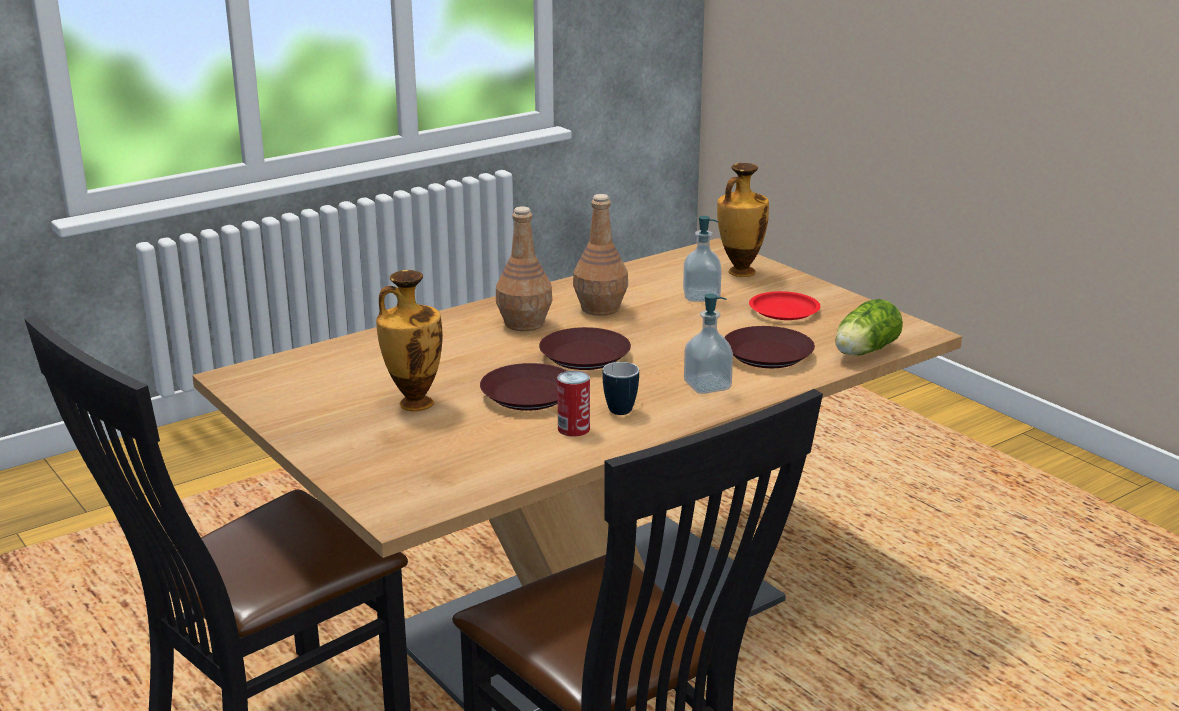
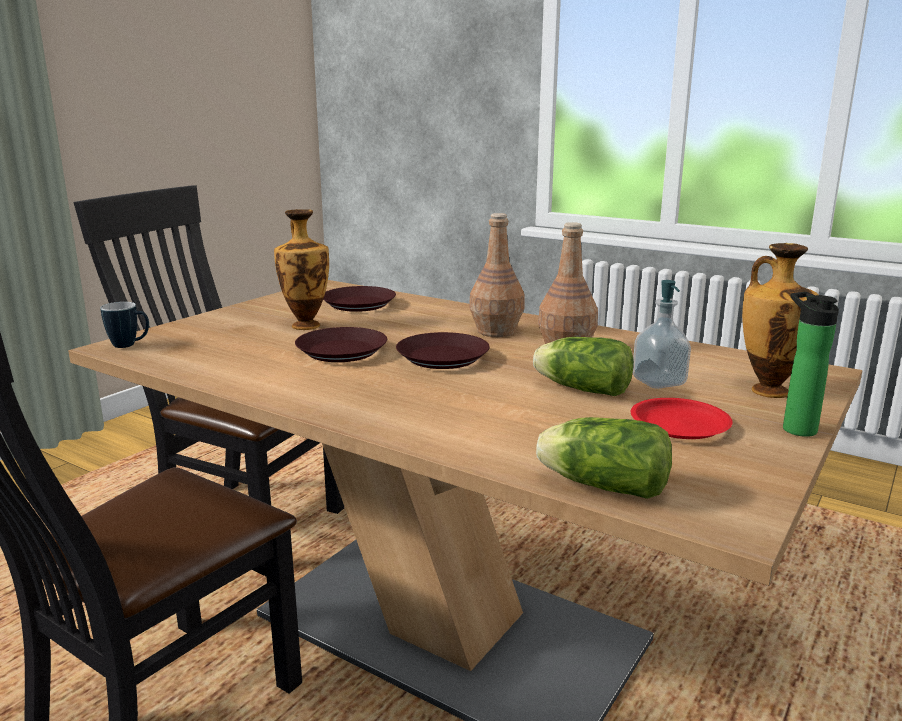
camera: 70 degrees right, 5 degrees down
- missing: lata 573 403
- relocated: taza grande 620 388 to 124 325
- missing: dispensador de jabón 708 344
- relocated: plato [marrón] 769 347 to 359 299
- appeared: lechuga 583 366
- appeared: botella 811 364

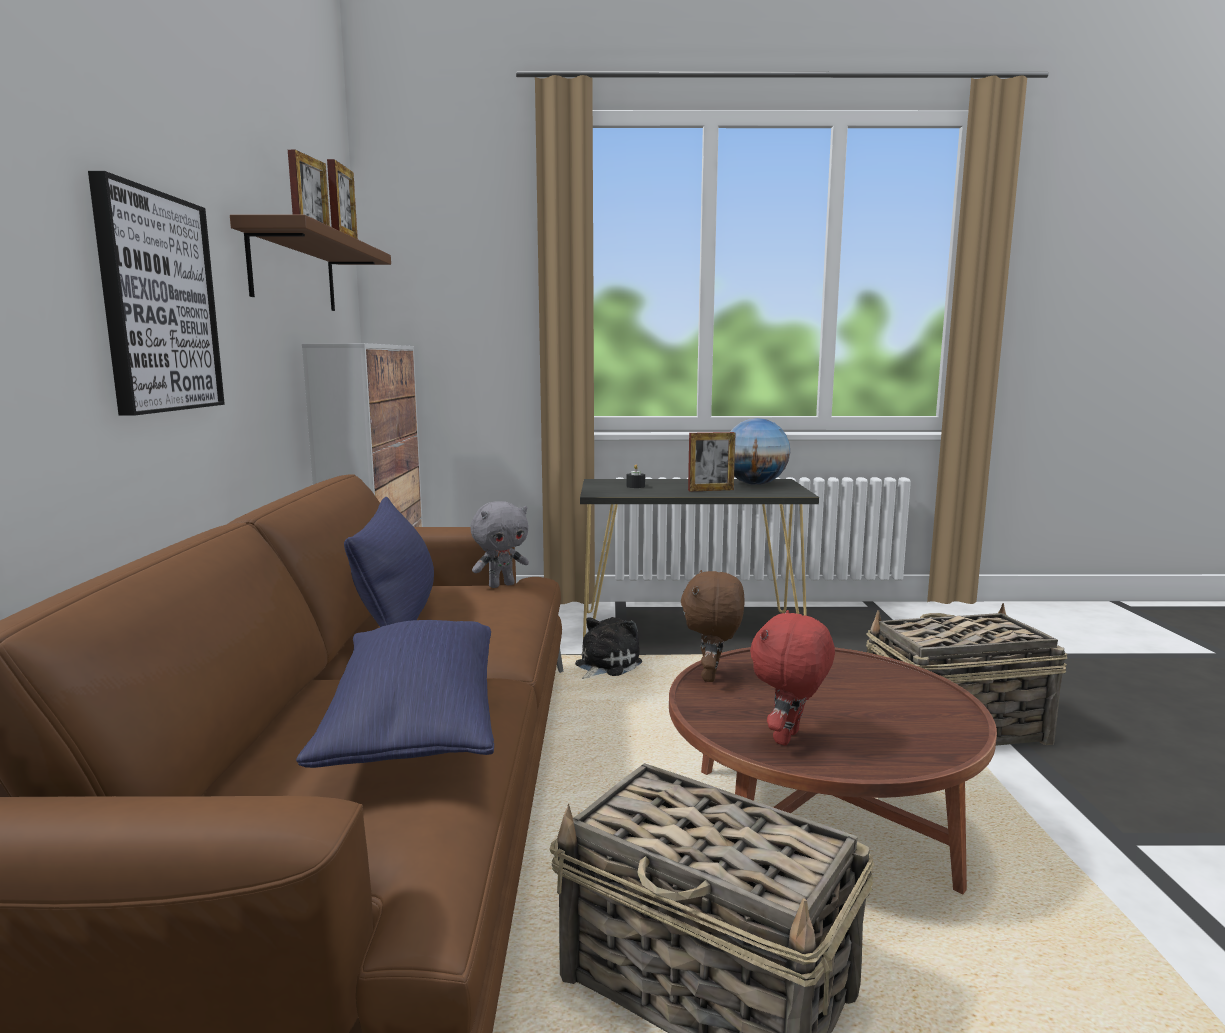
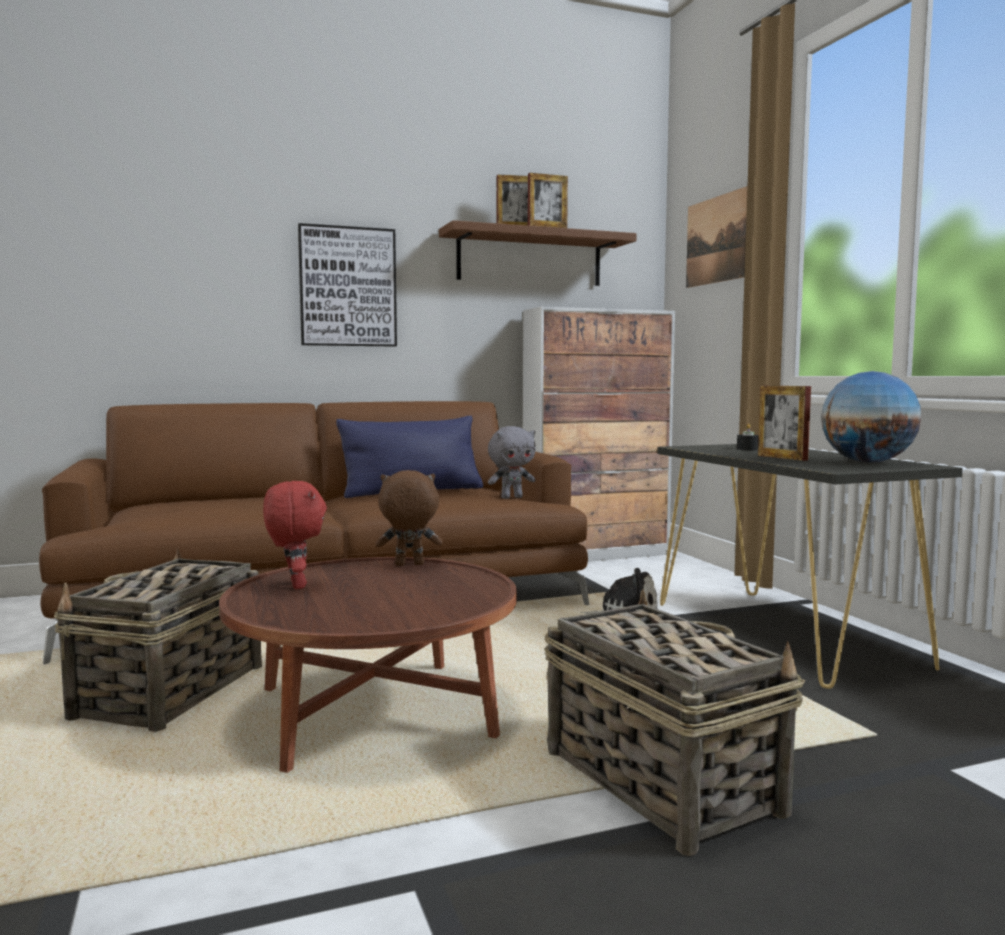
camera: 70 degrees right, 5 degrees down
- missing: cojín [azul] 395 694
- spun: peluche [gris] 500 544 = 512 462 60 degrees counterclockwise
- spun: peluche [rojo] 792 678 = 295 535 60 degrees clockwise
- appeared: cuadro 717 237

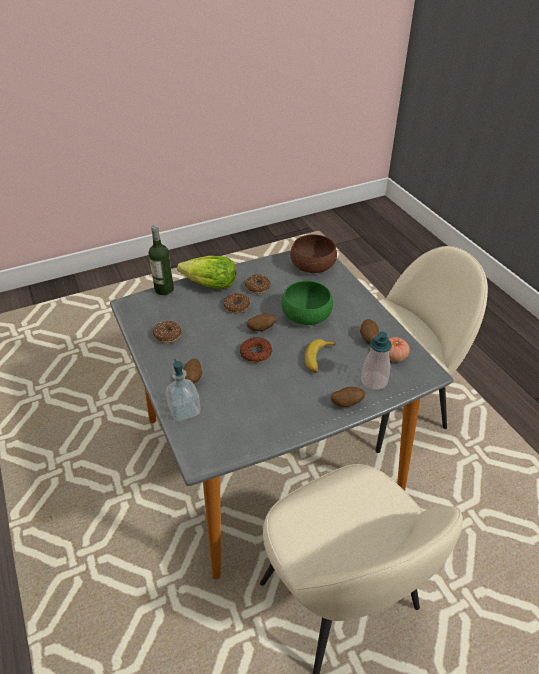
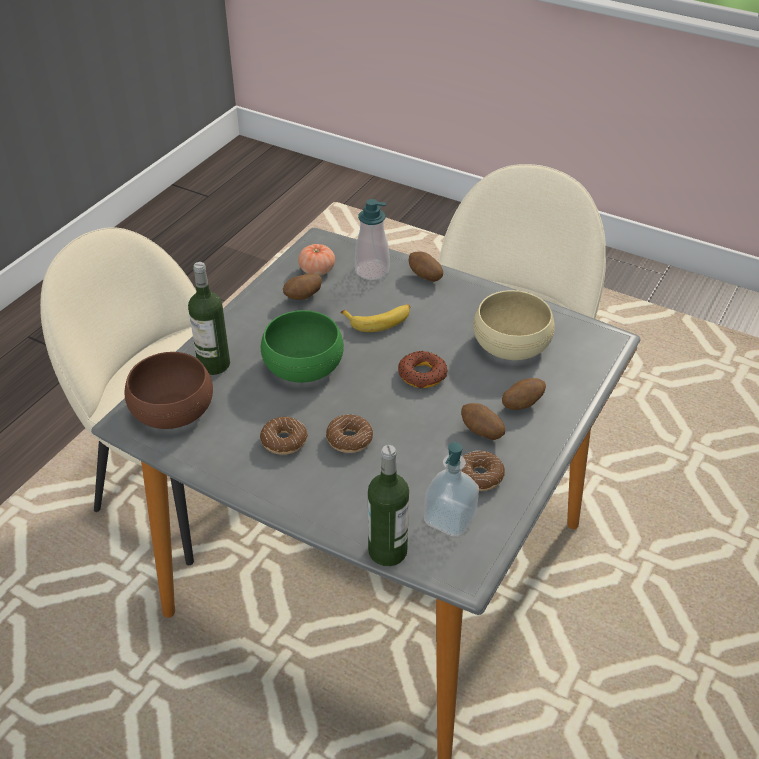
camera: 125 degrees left, 0 degrees up
- relocated: dispensador de jabón 183 390 to 451 489
- missing: lechuga 206 273
- relocated: patata 262 322 to 483 421
- appeared: botella 209 318
- appeared: cuenco [beis] 514 325

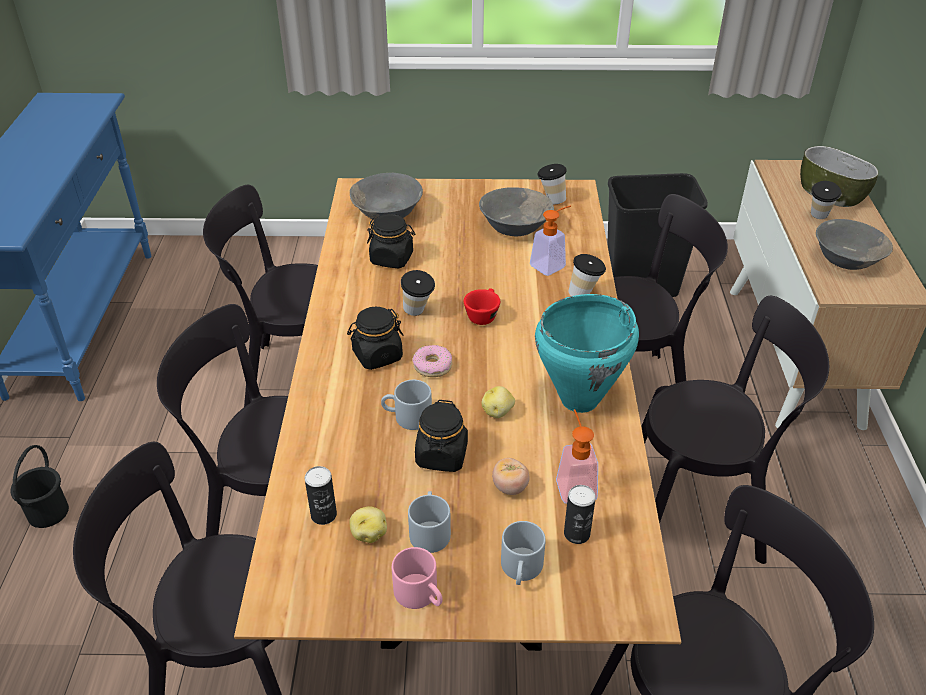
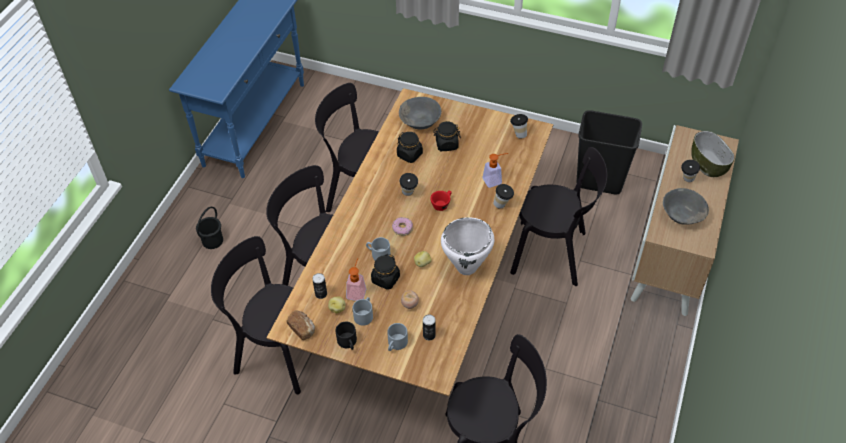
camera: 20 degrees right, 10 degrees up
- relocated: tarro [negro] 375 338 to 447 136
- colour: taza grande [rosa] 417 578 to taza grande [negro] 346 336
- missing: cuenco [gris] 516 211
- colour: olla [turquesa] 587 353 to olla [blanco] 467 246
- relocated: dispensador de jabón 577 456 to 356 279
- missing: silla [negro] 735 430
- appeared: pan 300 325

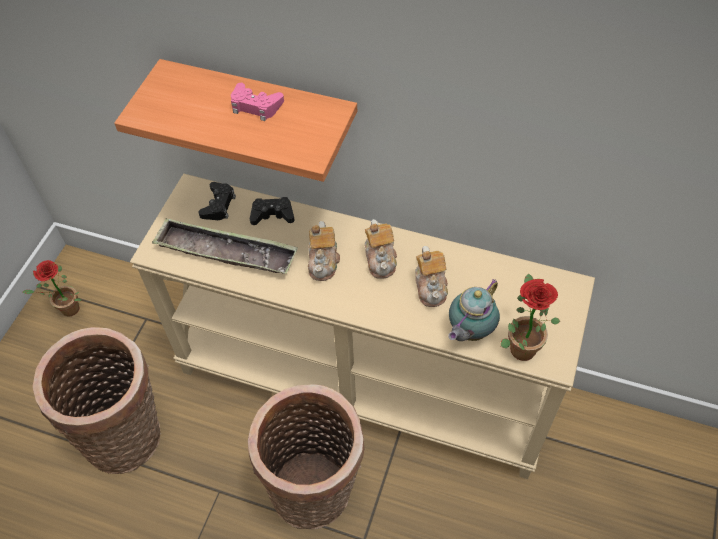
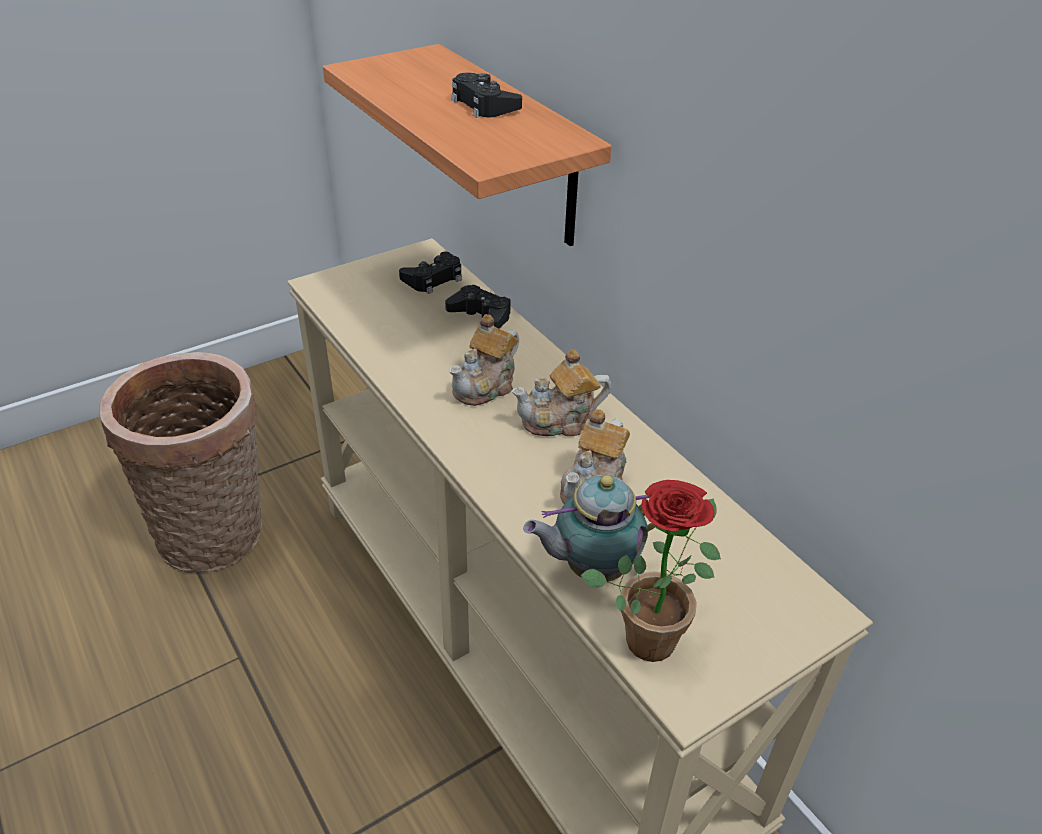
camera: 35 degrees right, 15 degrees down
- missing: planta en maceta 52 288
- missing: bandeja 225 246
- colour: mando de consola [rosa] 257 102 to mando de consola [negro] 487 95
- missing: cesta 306 456
- spun: tetera 381 249 = 561 392 45 degrees clockwise

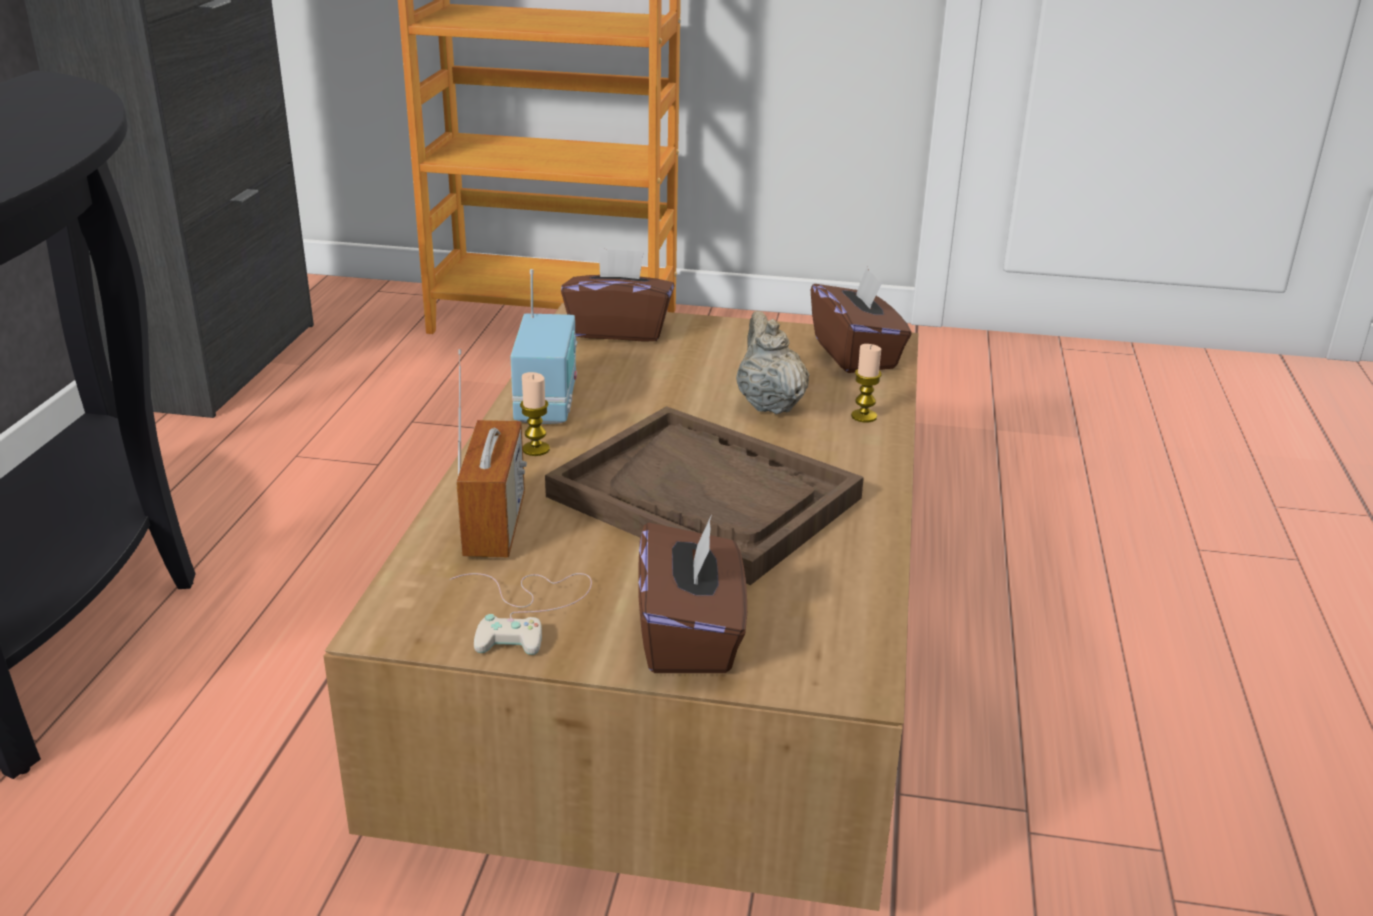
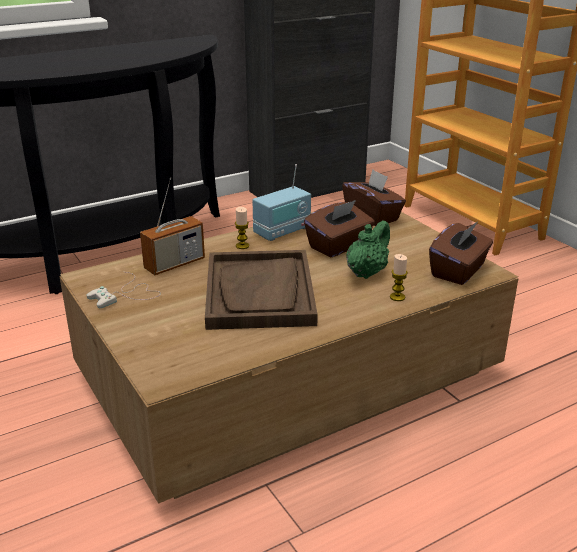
camera: 50 degrees right, 0 degrees up
- relocated: caja de pañuelos [marrón] 692 594 to 339 228
- colour: tetera [beis] 773 362 to tetera [verde] 368 249

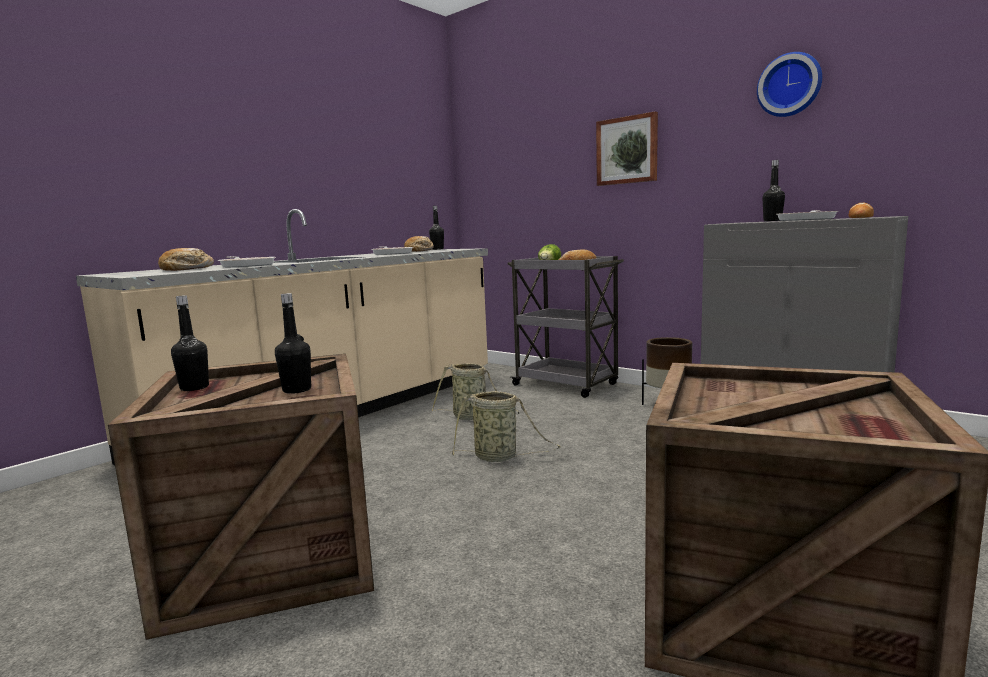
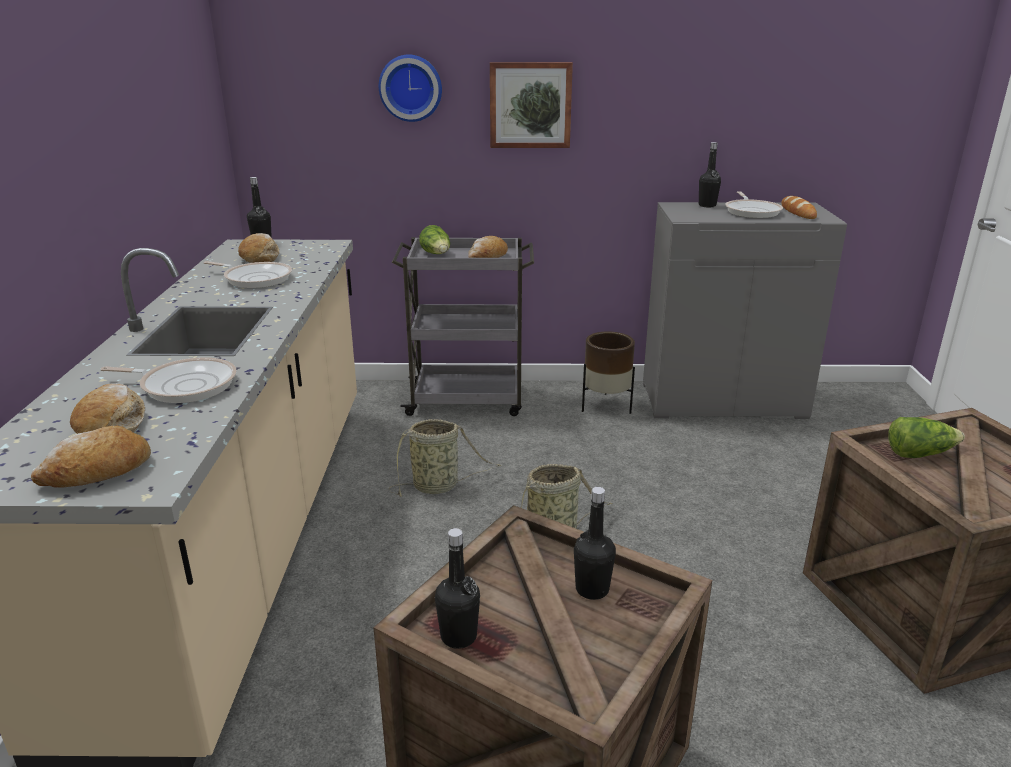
camera: 40 degrees left, 15 degrees up
- relocated: reloj de pared 789 84 to 410 88
- appeared: pan 91 456
- appeared: lechuga 926 437

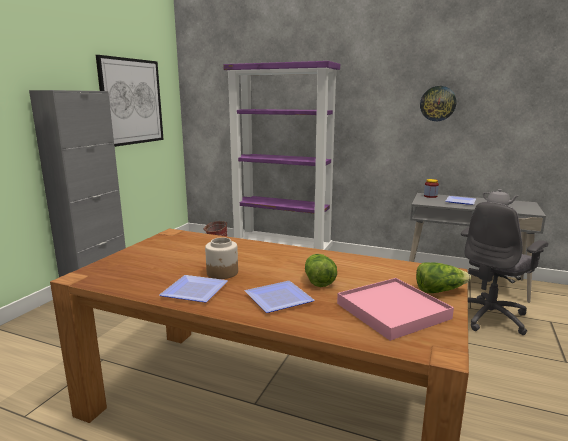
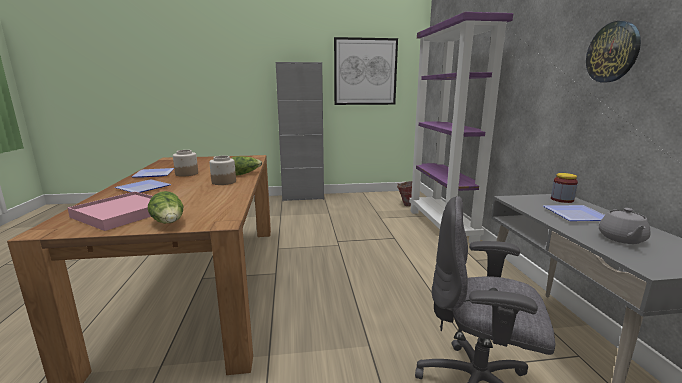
camera: 60 degrees right, 0 degrees up
- relocated: lechuga 321 270 to 246 165
- appeared: tarro 222 170

